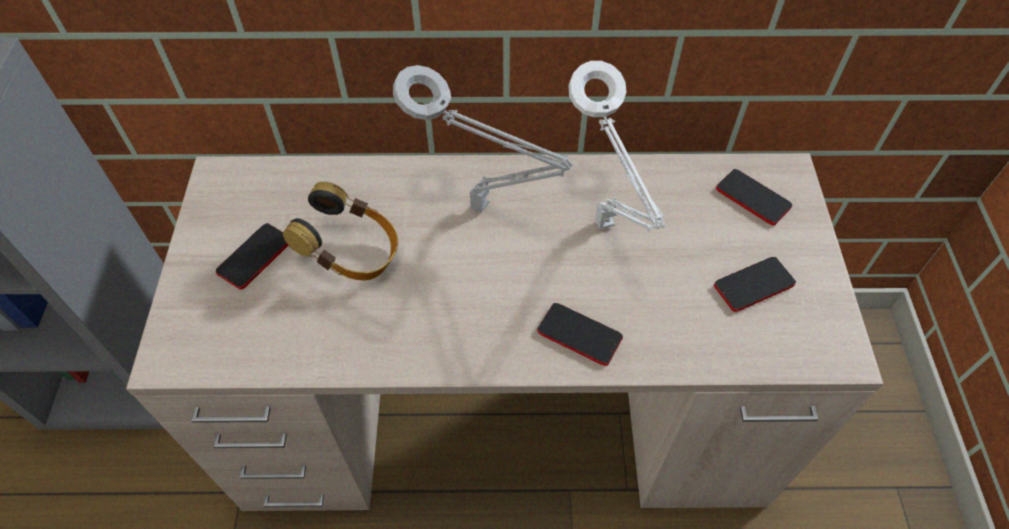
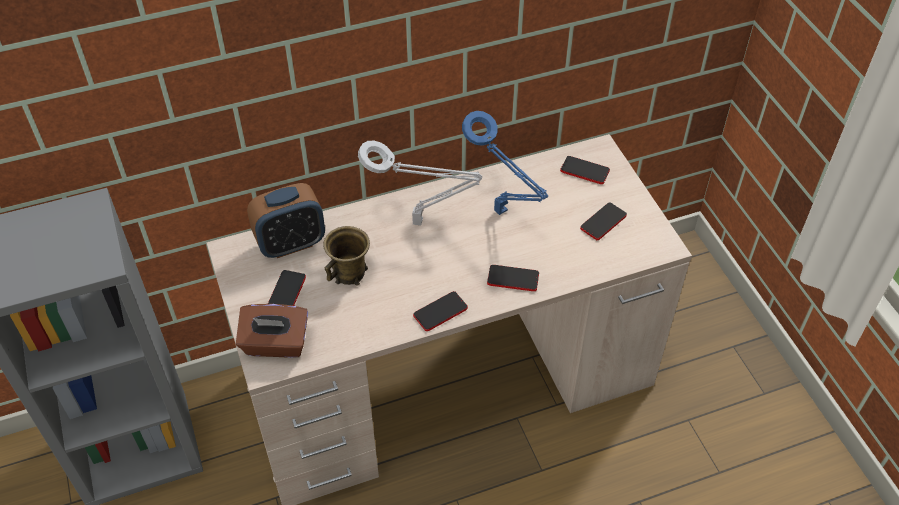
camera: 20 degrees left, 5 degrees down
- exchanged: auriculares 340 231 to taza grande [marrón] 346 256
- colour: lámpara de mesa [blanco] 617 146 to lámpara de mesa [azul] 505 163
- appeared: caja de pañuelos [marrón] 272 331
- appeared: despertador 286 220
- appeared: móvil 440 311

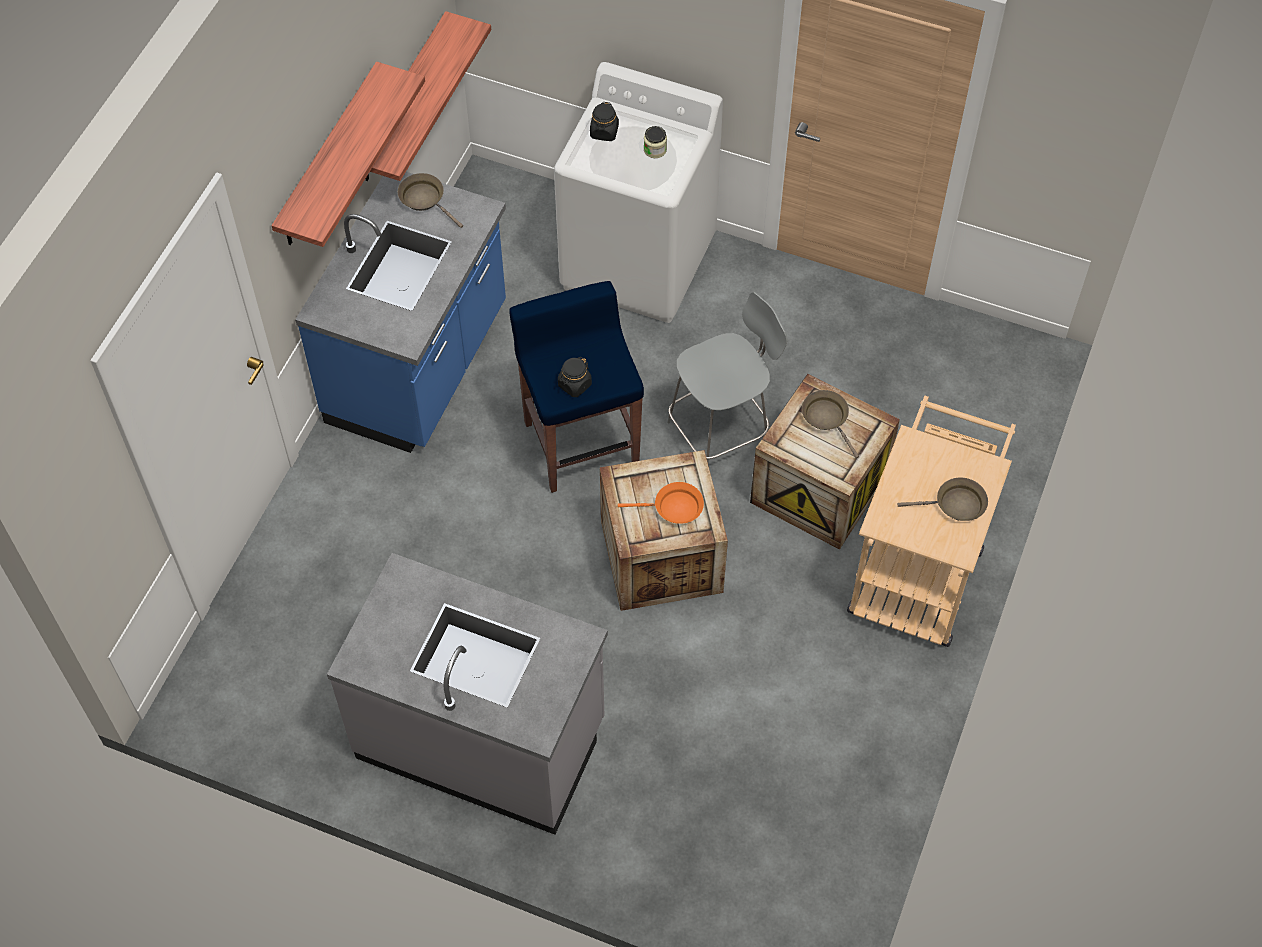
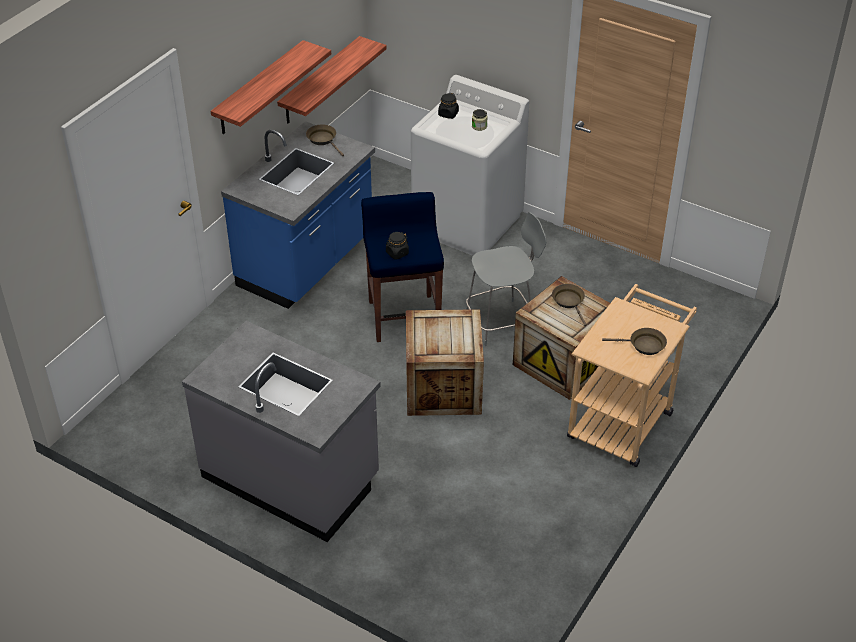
camera: 10 degrees right, 15 degrees down
- missing: sartén [naranja] 661 503

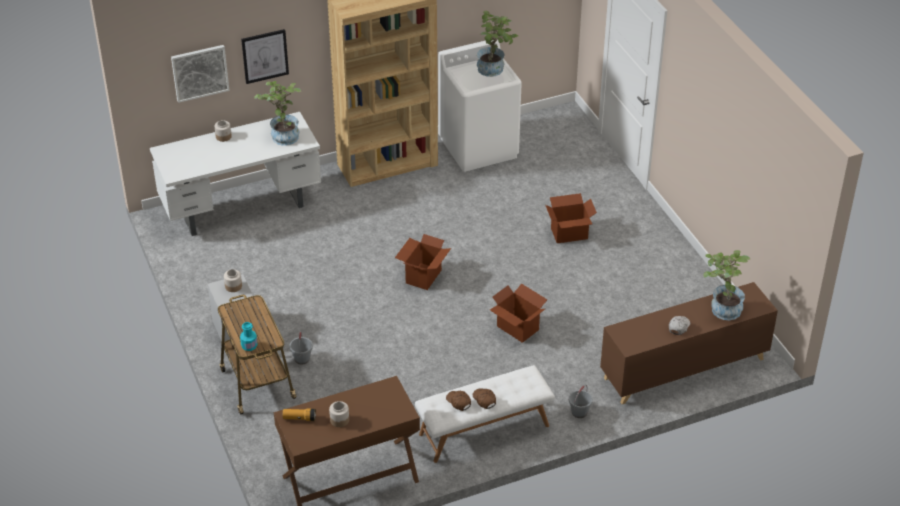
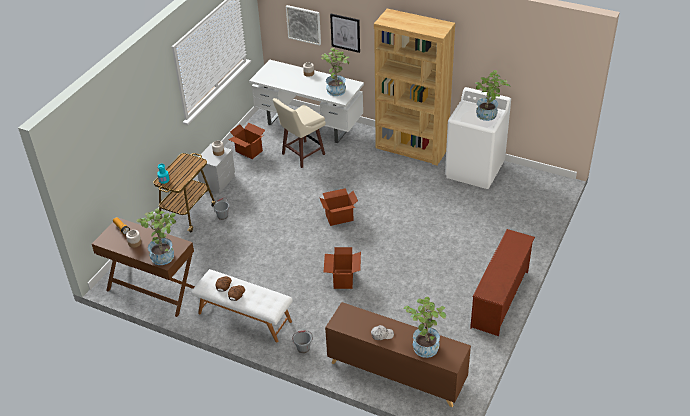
camera: 50 degrees right, 0 degrees up
- relocated: caja de cartón 571 218 to 246 141
- appeared: planta en maceta 156 236
- appeared: taburete [beis] 299 133
- appeared: zapatero [marrón] 502 282

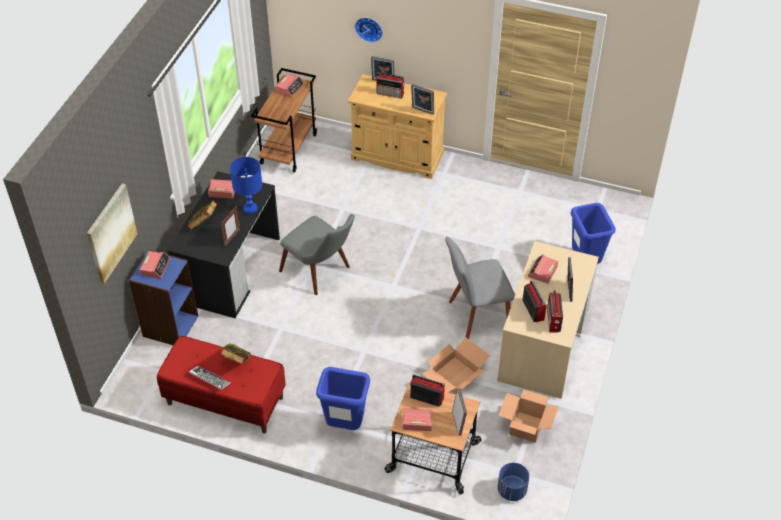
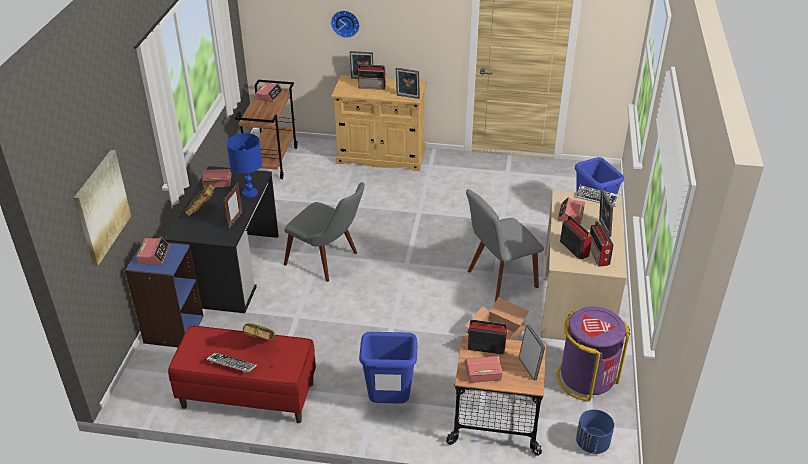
camera: 10 degrees left, 10 degrees down
- exchanged: caja de cartón 528 416 to papelera [morado] 593 354
- appeared: teclado 597 196

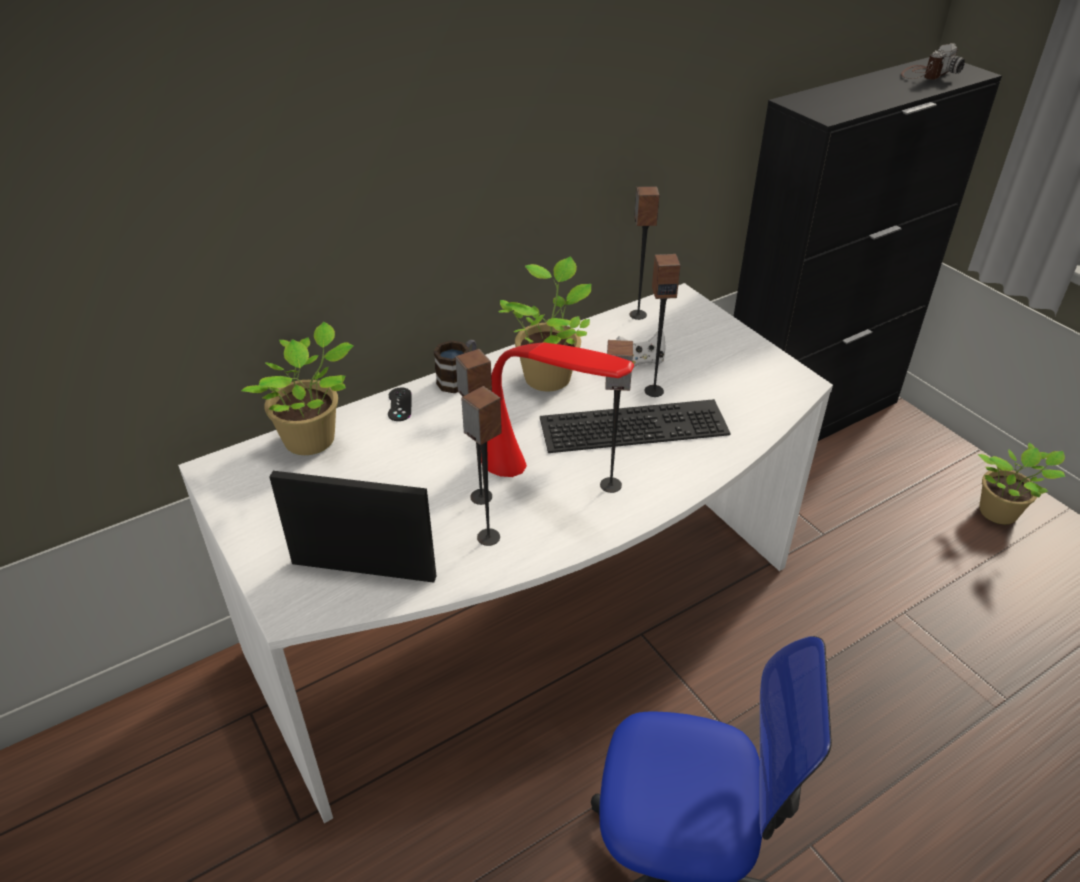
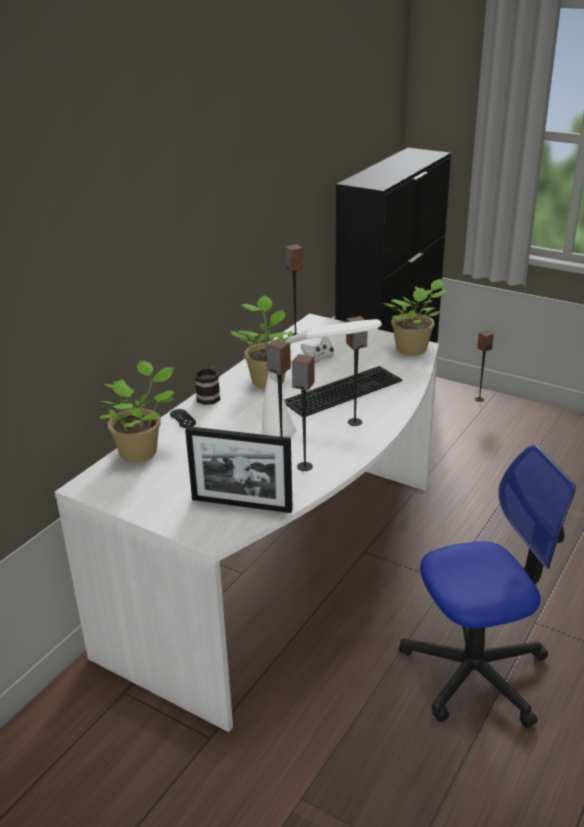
camera: 25 degrees left, 10 degrees down
- spun: portarretratos 352 527 = 239 469 150 degrees counterclockwise
- colour: lámpara de mesa [rojo] 557 409 to lámpara de mesa [blanco] 322 377
- relocated: altavoz 663 325 to 484 366
- missing: cámara 933 61
- relocated: planta en maceta 1021 483 to 415 317

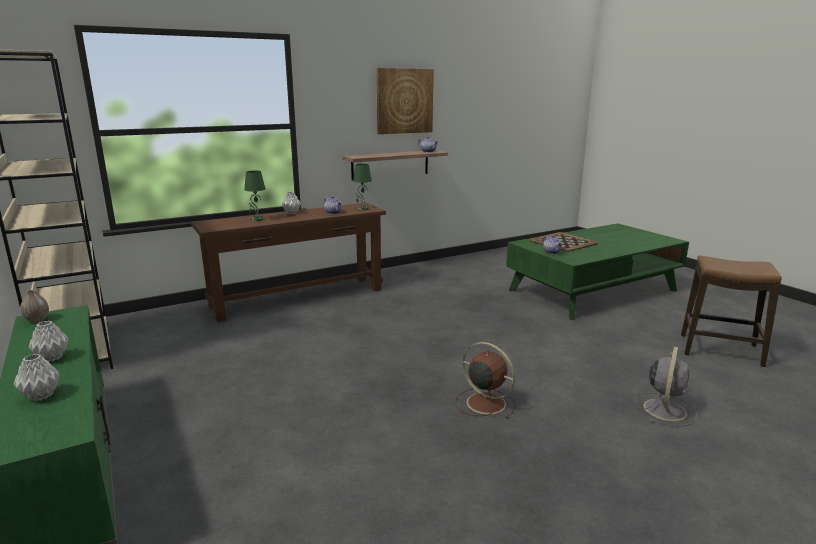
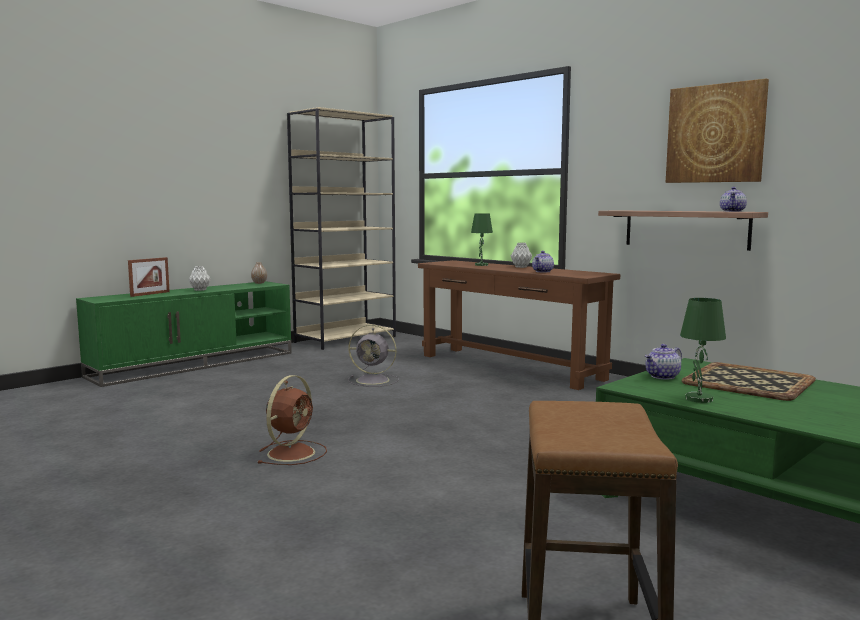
camera: 75 degrees right, 10 degrees down
- exchanged: florero [gris] 37 377 to portarretratos 149 277
- relocated: lámpara de mesa [verde] 362 187 to 703 350
- relocated: ventilador [gris] 665 386 to 373 356

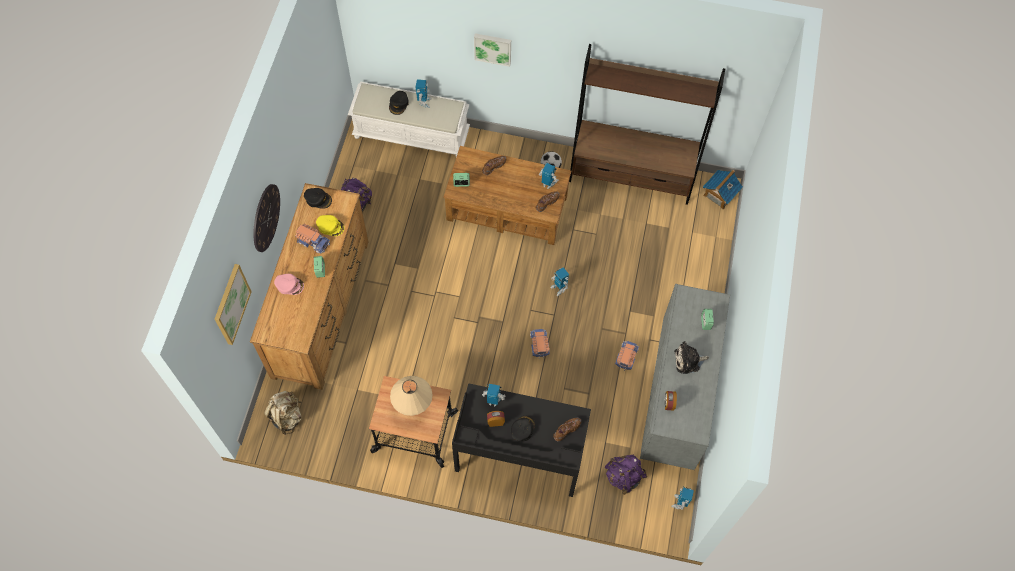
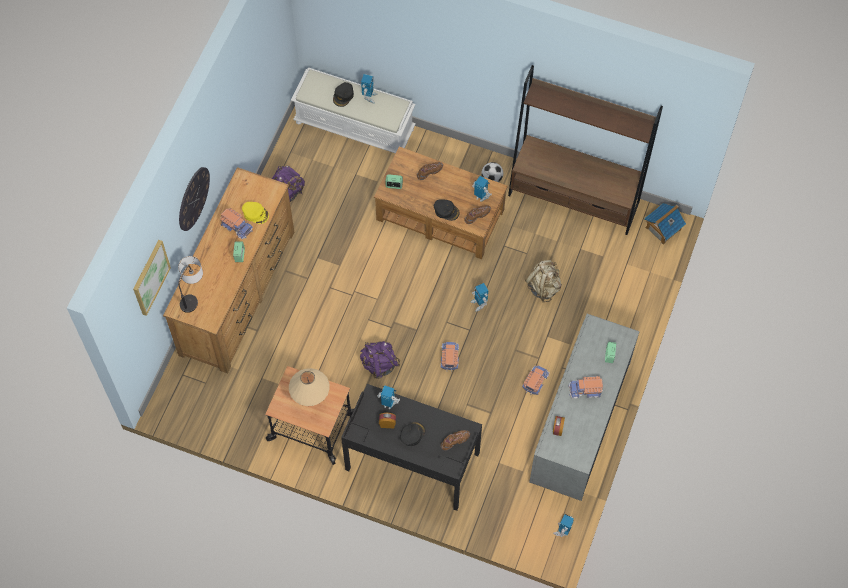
camera: 10 degrees right, 0 degrees up
- relocated: mochila [beis] 283 413 to 543 281
- missing: gorra [rosa] 289 284
- relocated: gorra [negro] 318 198 to 447 210
- missing: cuadro 492 50
- relocated: mochila [morado] 626 475 to 380 360
- exchanged: peluche 691 357 to camión de juguete 585 387
- appeared: lámpara de mesa 190 284

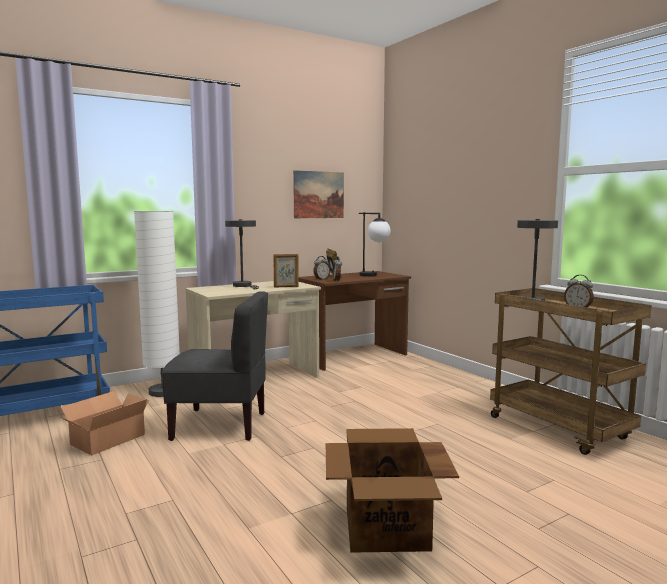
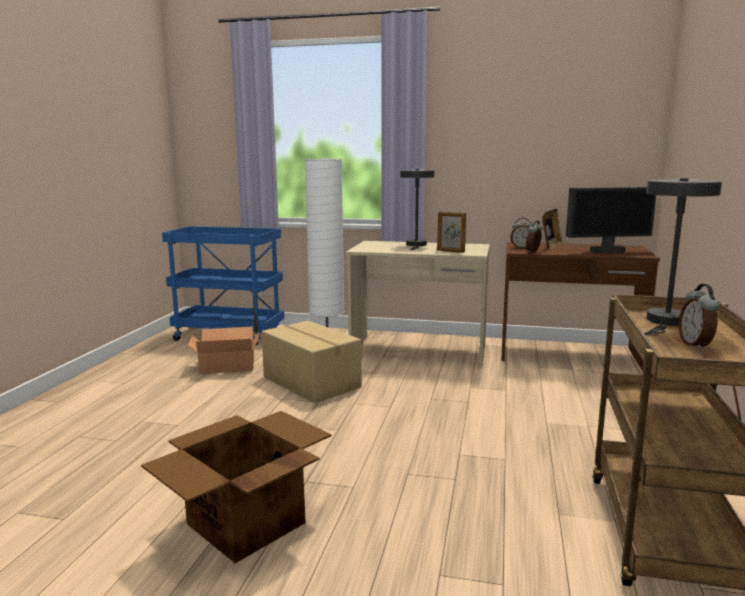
camera: 45 degrees right, 5 degrees up
- exchanged: silla [gris] 215 366 to caja de cartón 312 362
- missing: cuadro 318 194
- exchanged: lámpara de mesa 375 244 to monitor 611 220

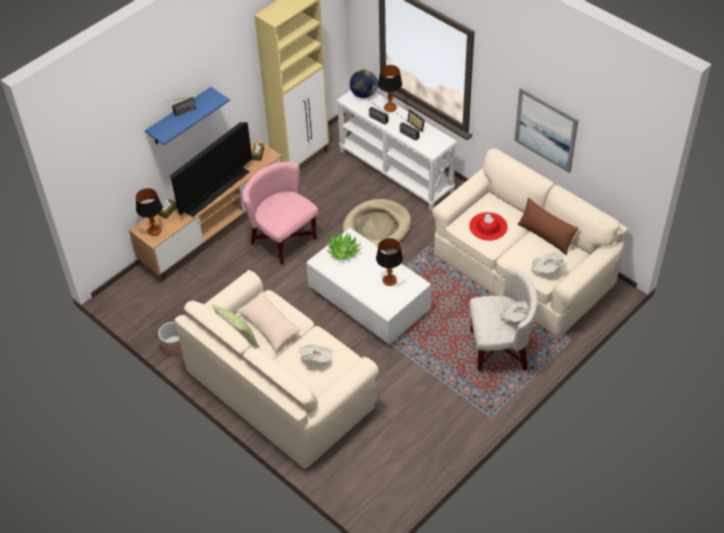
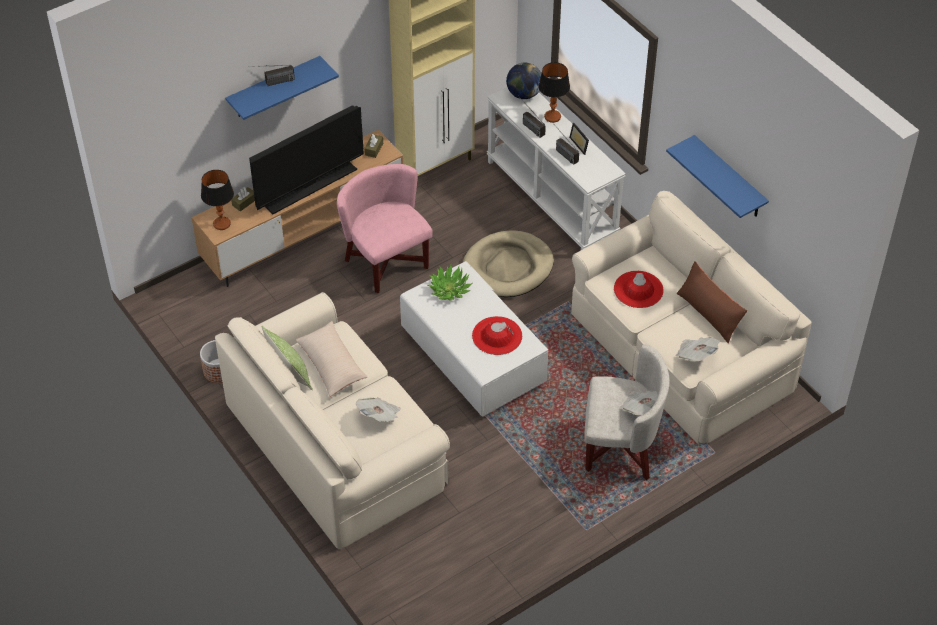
camera: 10 degrees right, 0 degrees up
- exchanged: lámpara de mesa 389 262 to sombrero [rojo] 497 335
- exchanged: cuadro 546 130 to estante [azul] 717 176

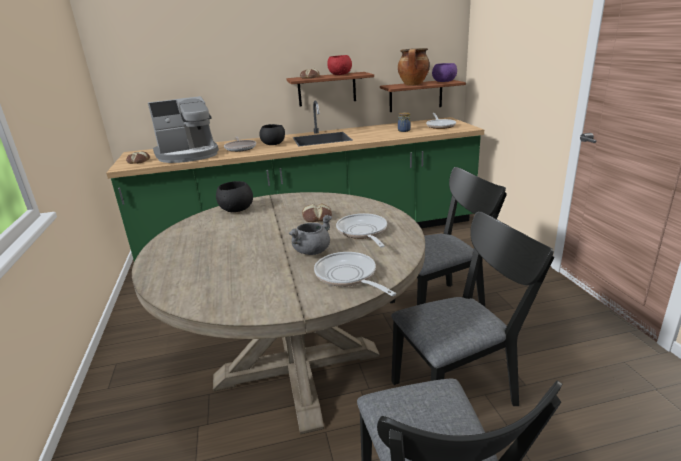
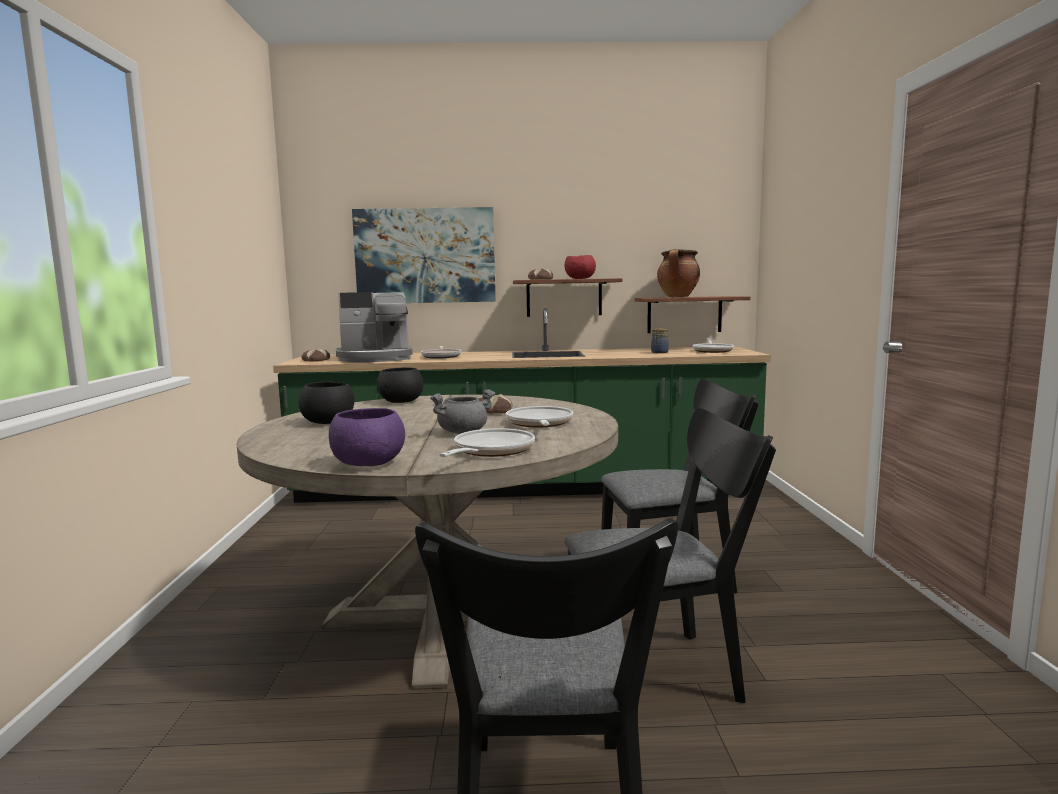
camera: 10 degrees right, 15 degrees down
- relocated: cuenco [negro] 272 134 to 327 403
- spun: sartén 355 274 = 487 442 45 degrees clockwise
- relocated: cuenco [morado] 444 72 to 367 437
- appeared: cuadro 424 255

